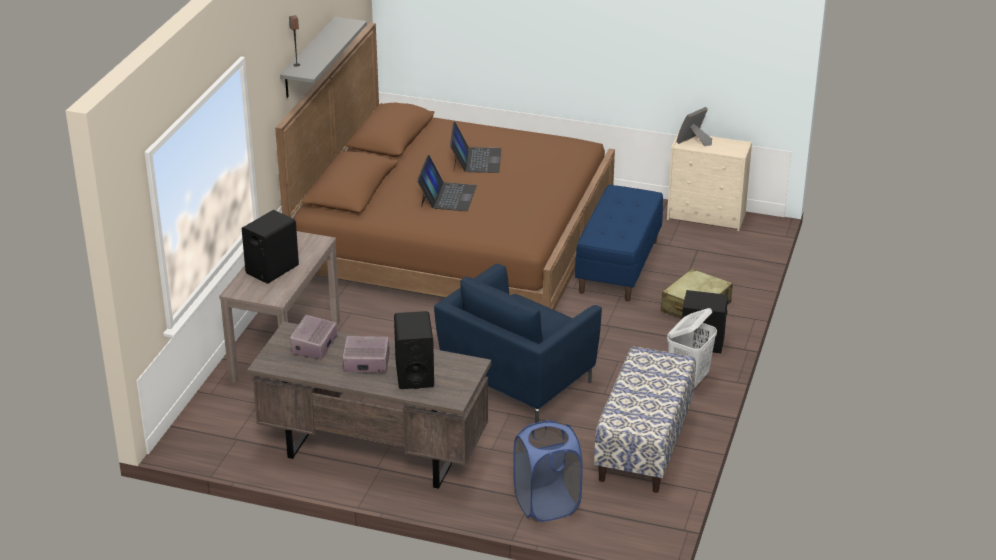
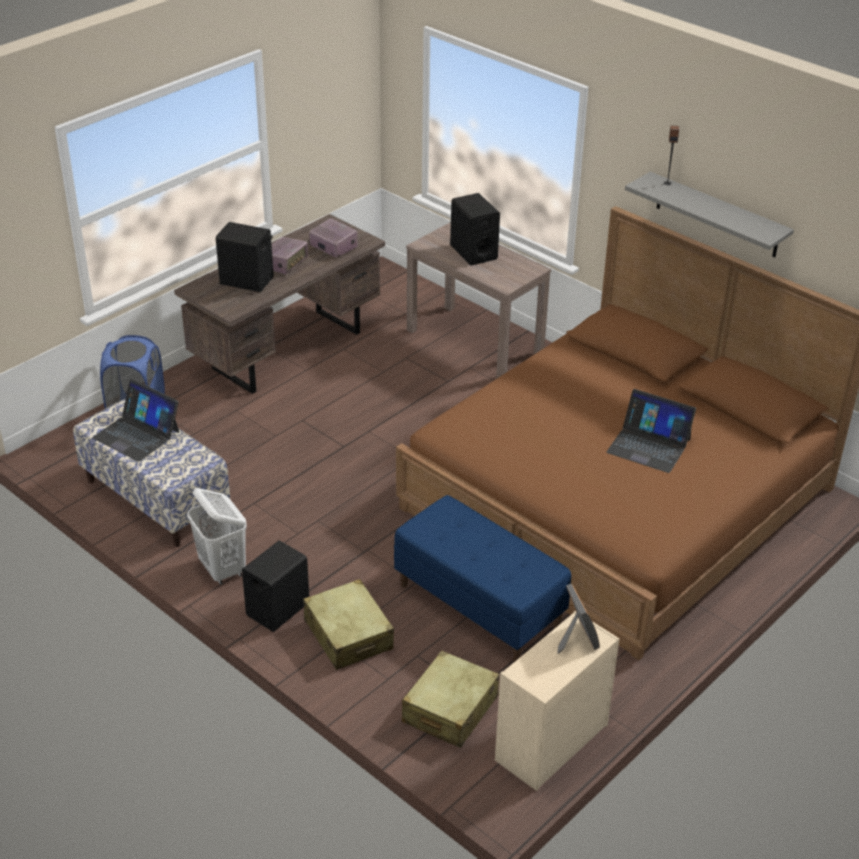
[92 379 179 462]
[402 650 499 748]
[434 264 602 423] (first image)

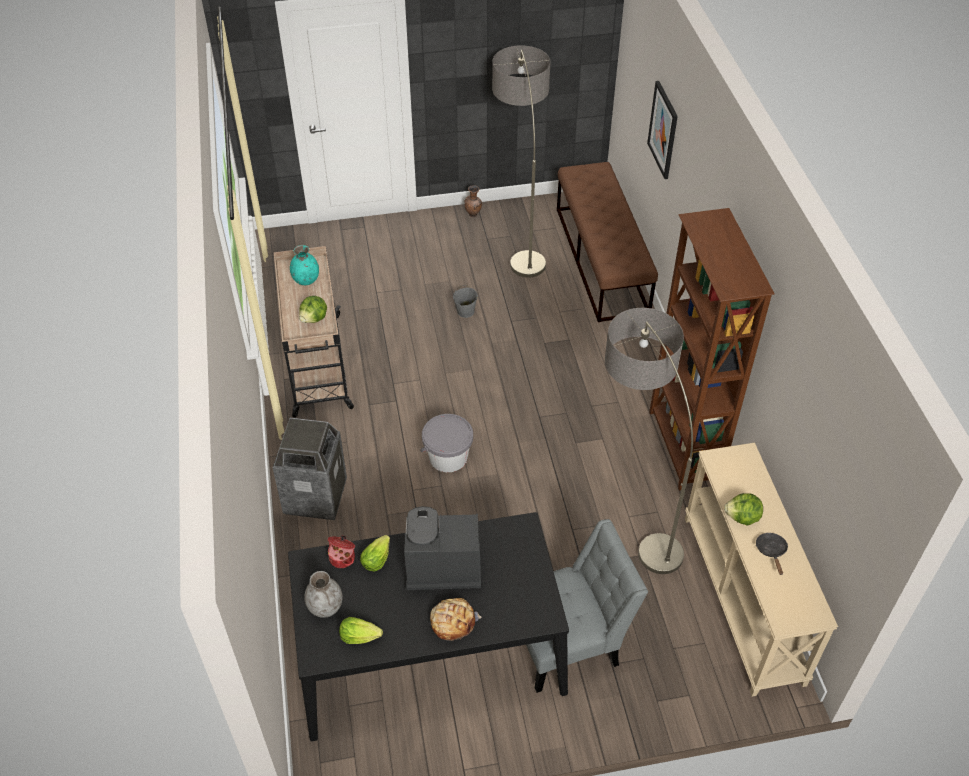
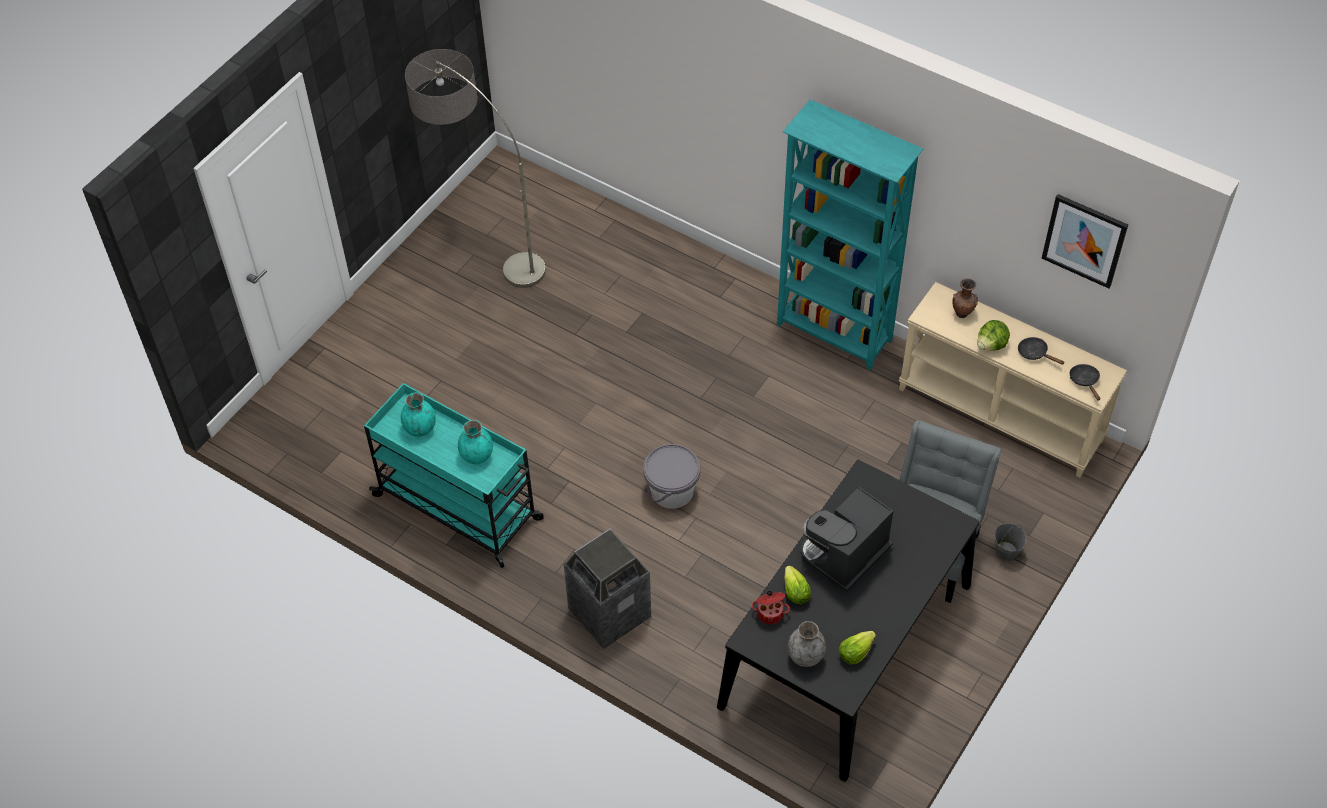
[364 383 544 568]
[458 420 493 464]
[777 99 923 370]
[952 278 978 318]
[995 523 1026 561]
[1042 194 1128 288]
[1069 364 1100 401]
[430 598 481 641] (first image)
[557 162 658 322] (first image)
[605 308 693 574] (first image)

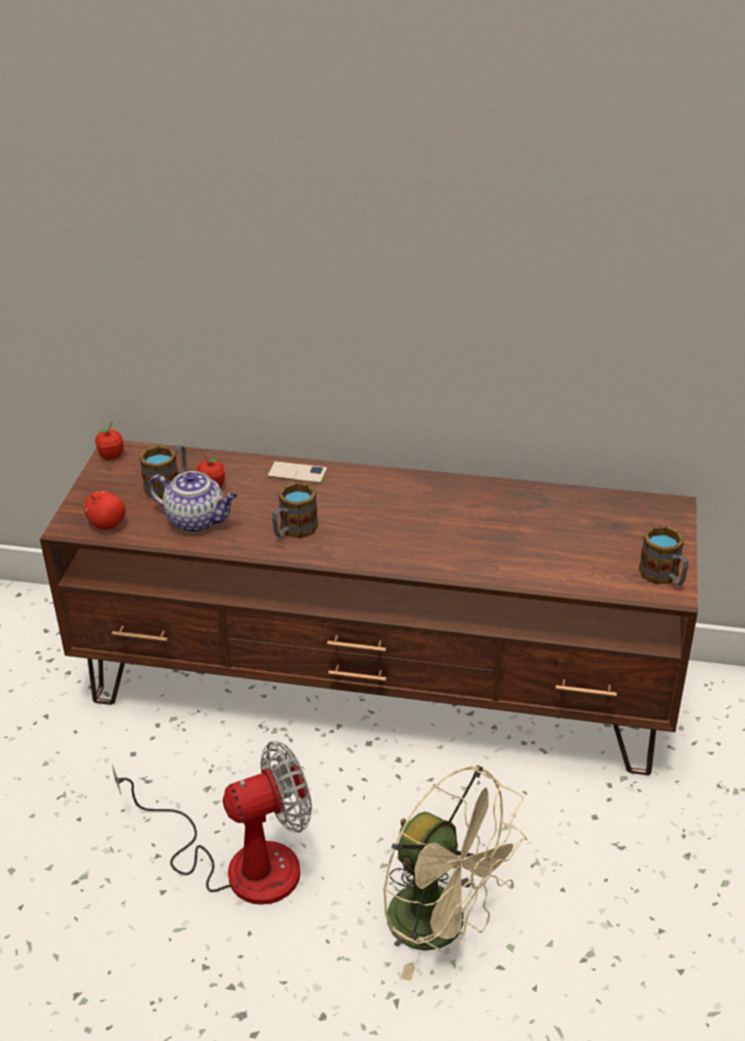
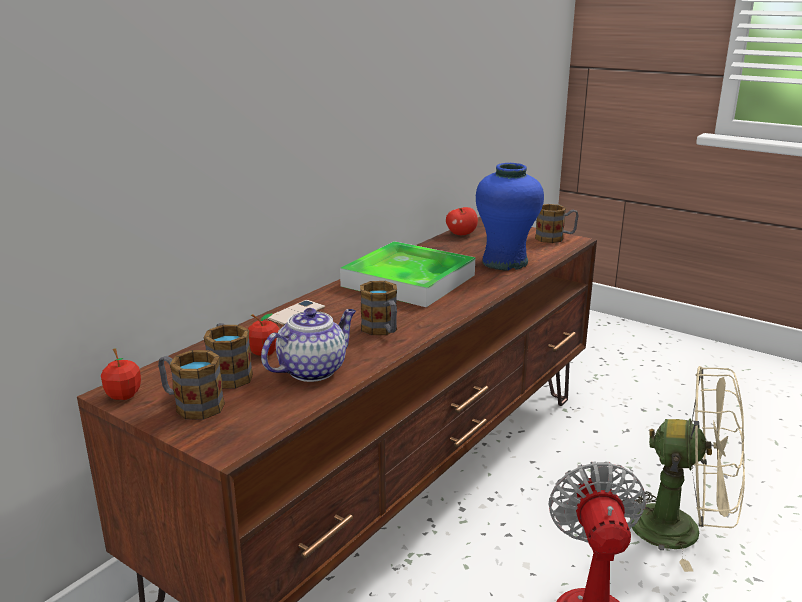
[158 350 225 420]
[340 241 475 307]
[446 207 478 235]
[476 163 544 271]
[622 366 745 572]

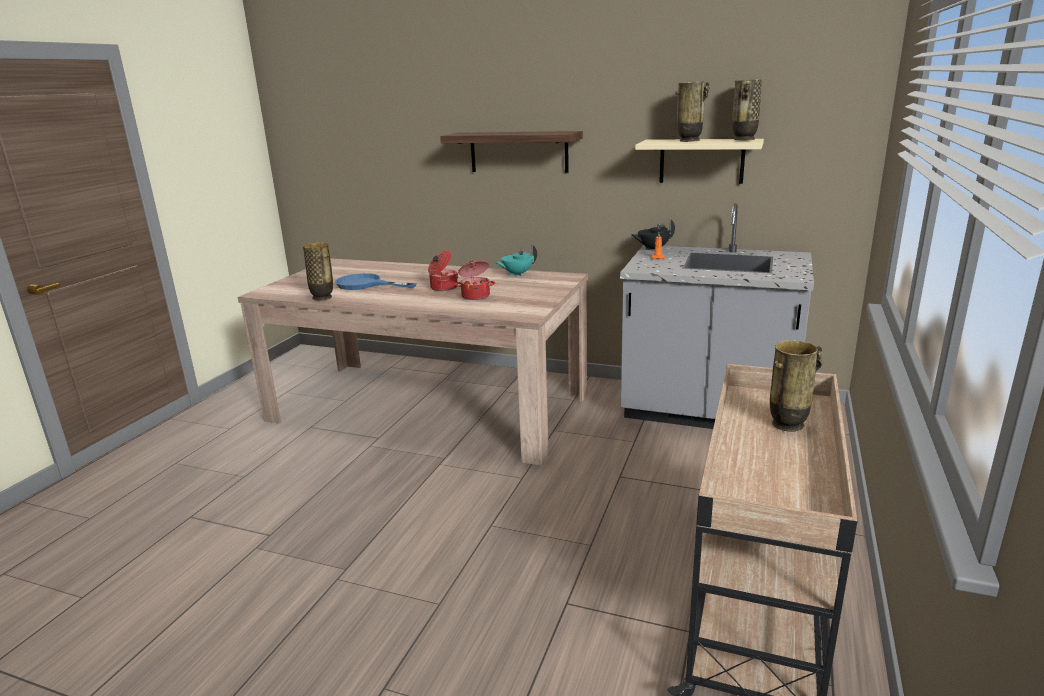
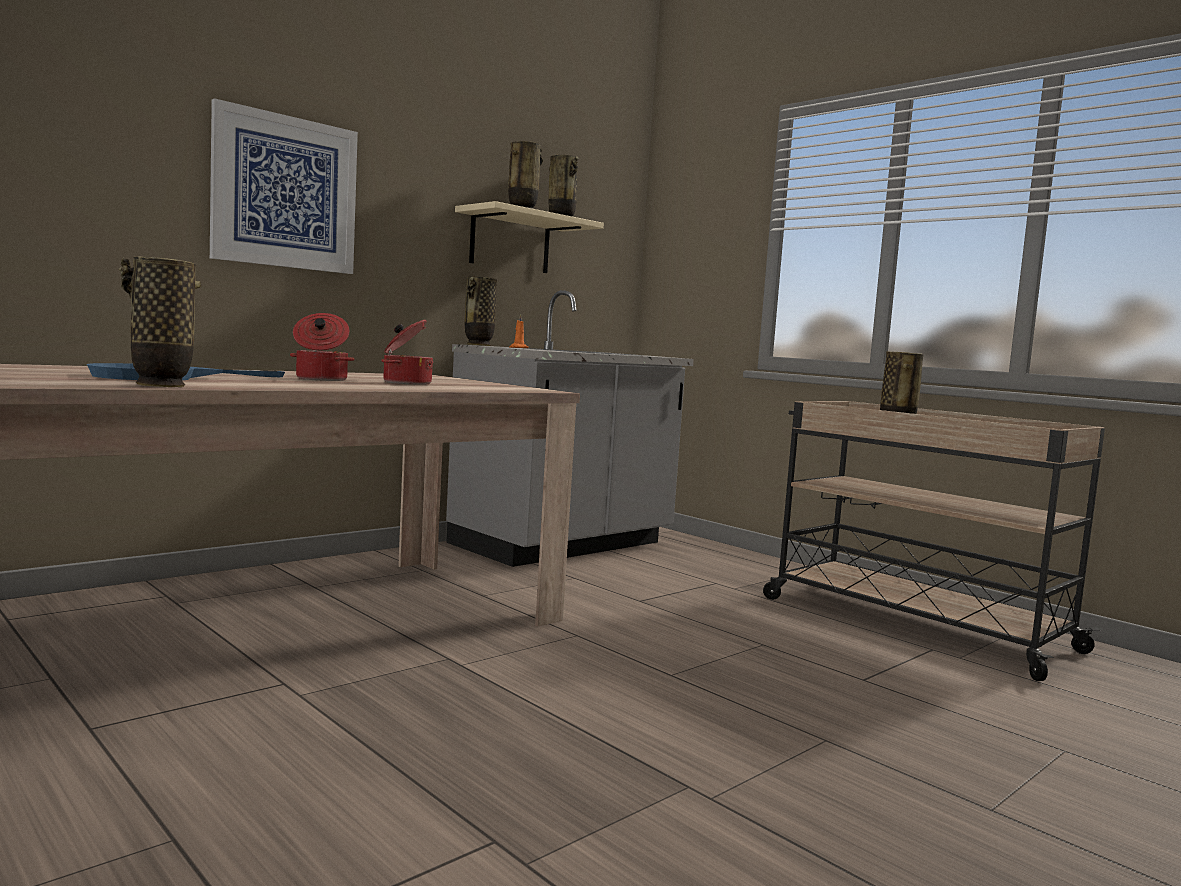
[210 98 358 274]
[465 277 497 346]
[494 244 537 276] (first image)

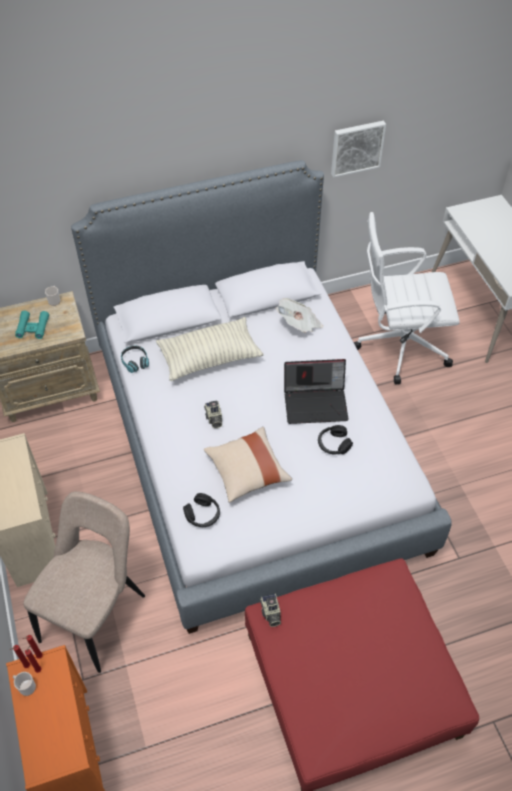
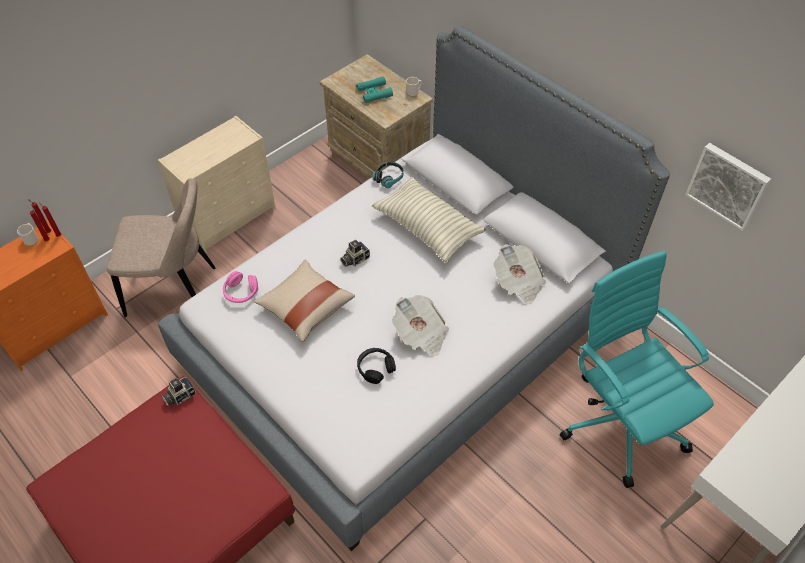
[223 271 258 303]
[392 295 449 356]
[560 251 714 488]

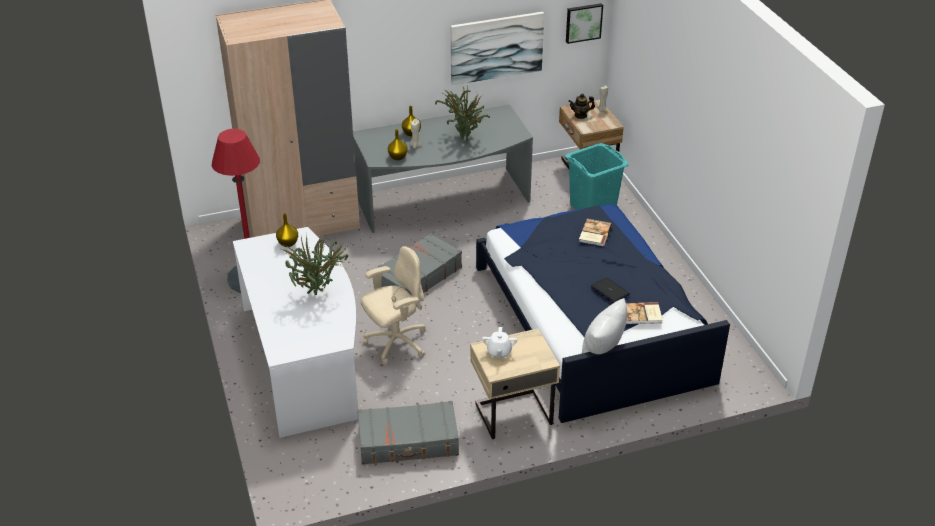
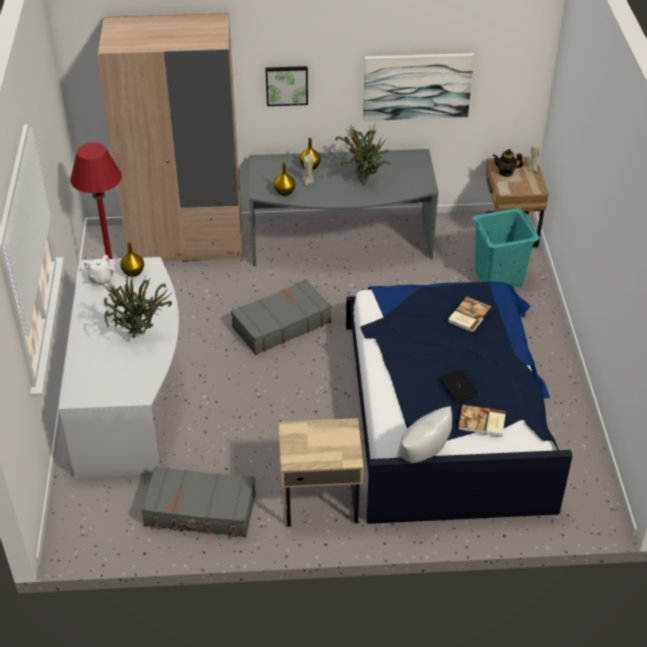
[84 255 115 285]
[266 66 308 106]
[361 246 426 365] (first image)

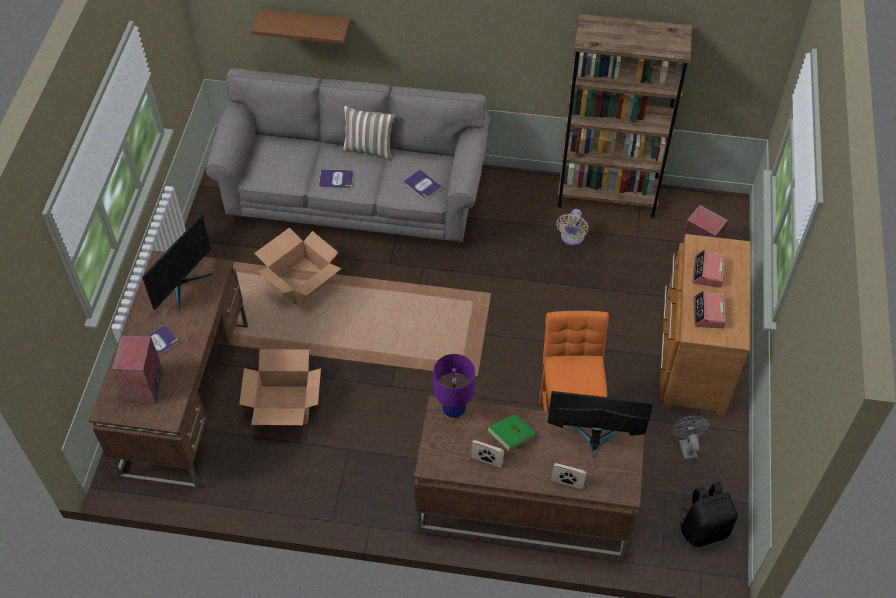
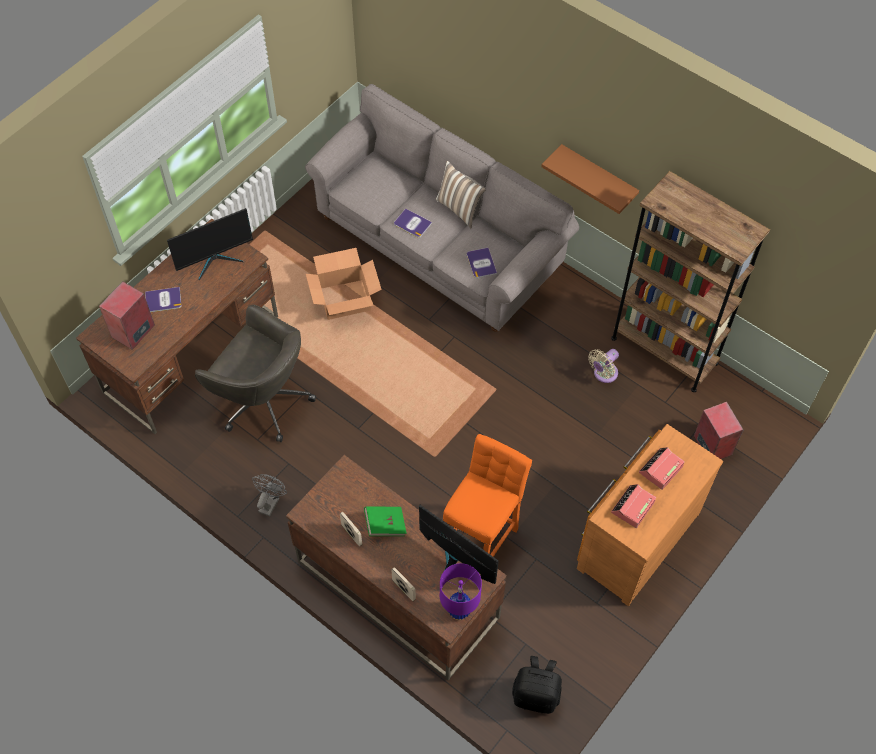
[195 304 316 442]
[252 474 287 517]
[440 563 482 620]
[541 144 639 214]

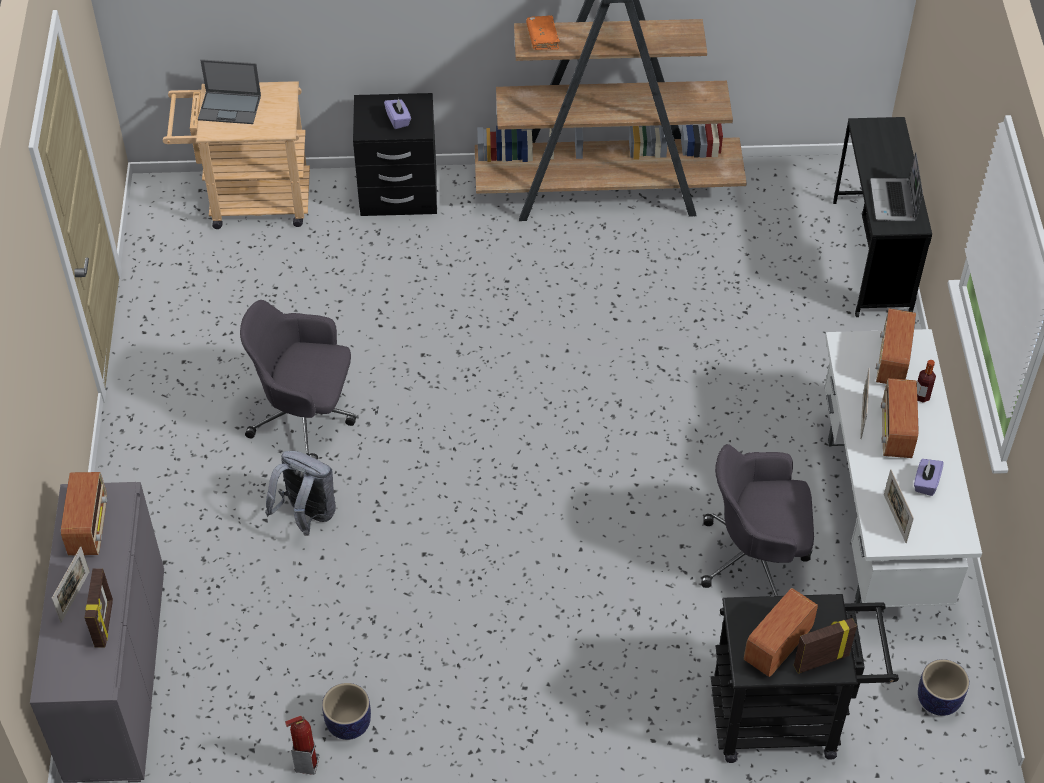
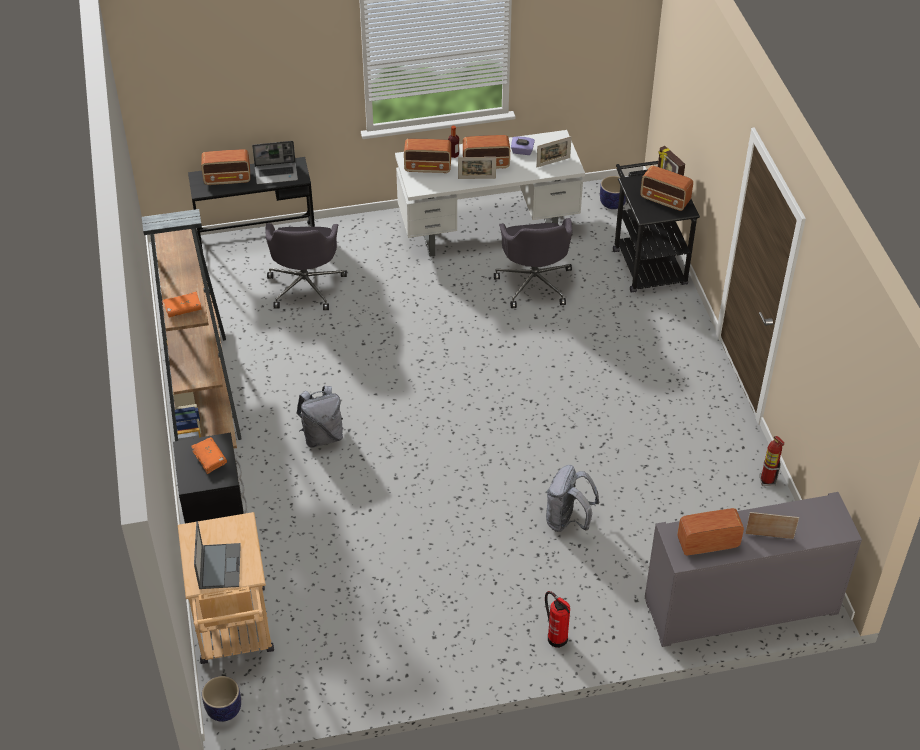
[191 437 227 474]
[201 149 250 185]
[202 676 241 722]
[265 223 347 310]
[296 386 343 448]
[545 591 570 648]
[84 569 113 648] (first image)

